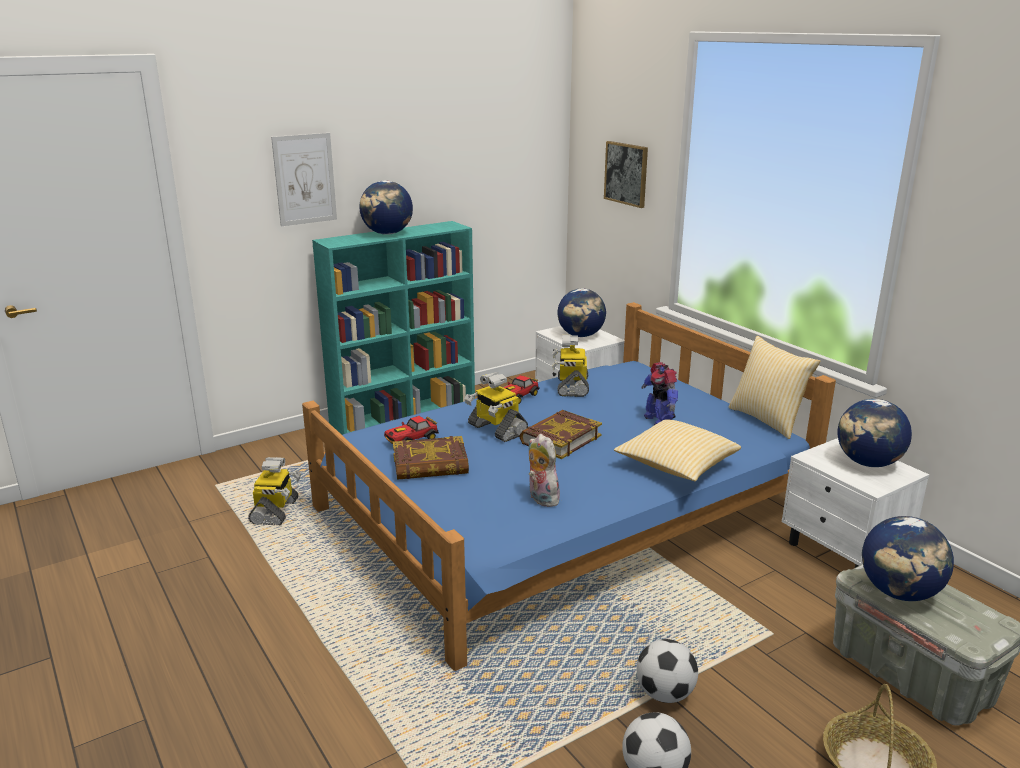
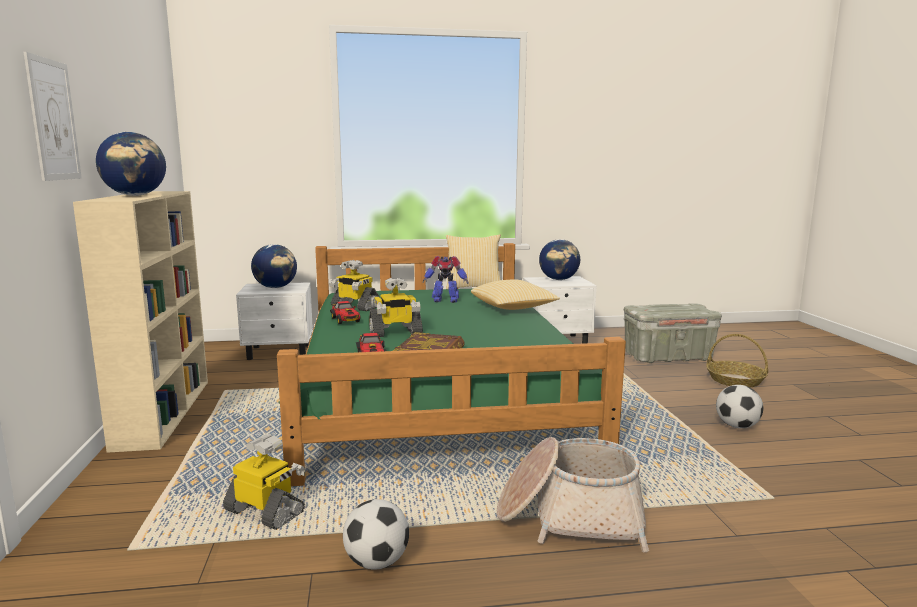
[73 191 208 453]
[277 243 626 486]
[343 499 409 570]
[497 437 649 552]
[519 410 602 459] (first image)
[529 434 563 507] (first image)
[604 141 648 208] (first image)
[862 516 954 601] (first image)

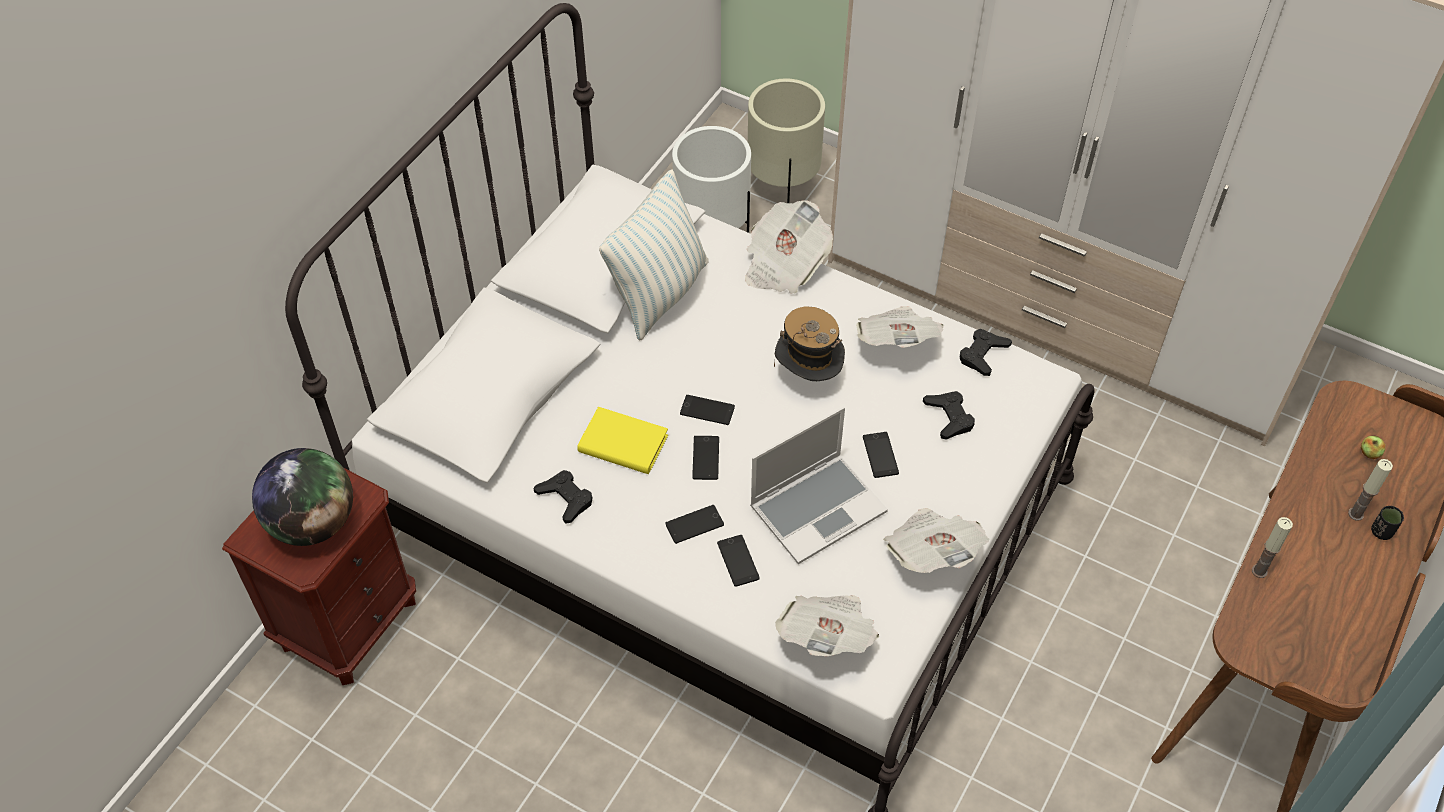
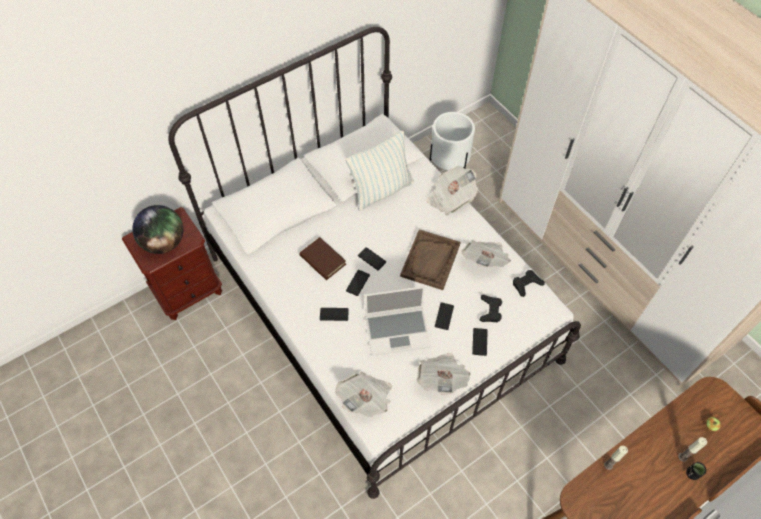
[299 237 346 280]
[400 230 460 290]
[472 328 488 356]
[533 470 593 524] (first image)
[748 79 825 203] (first image)

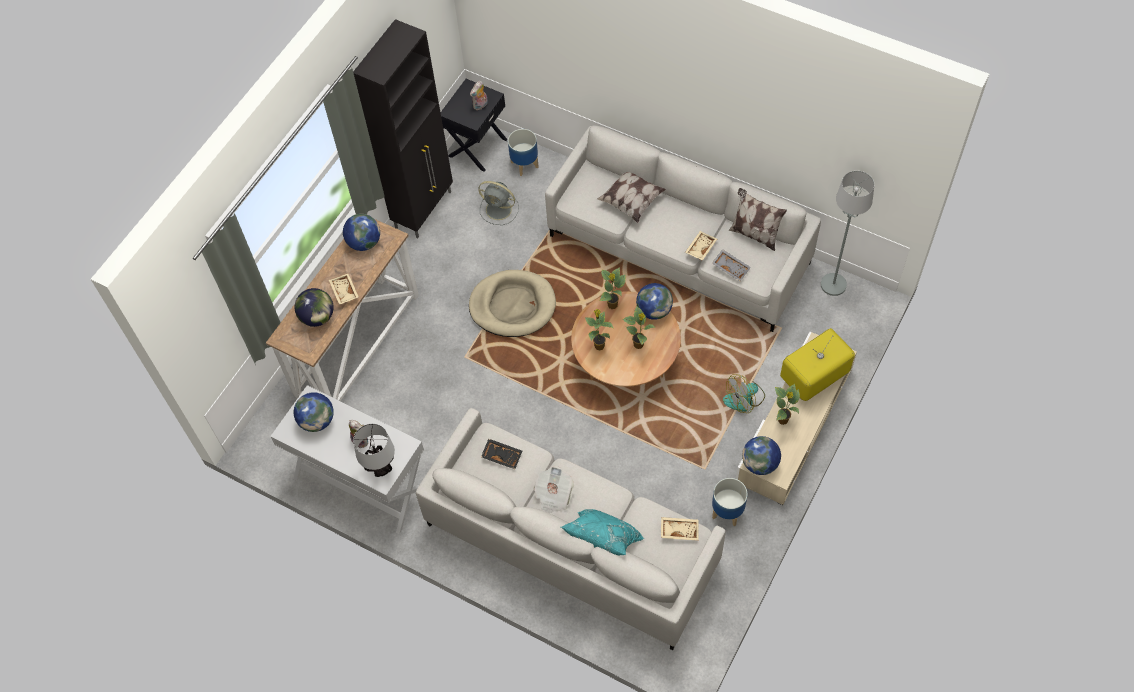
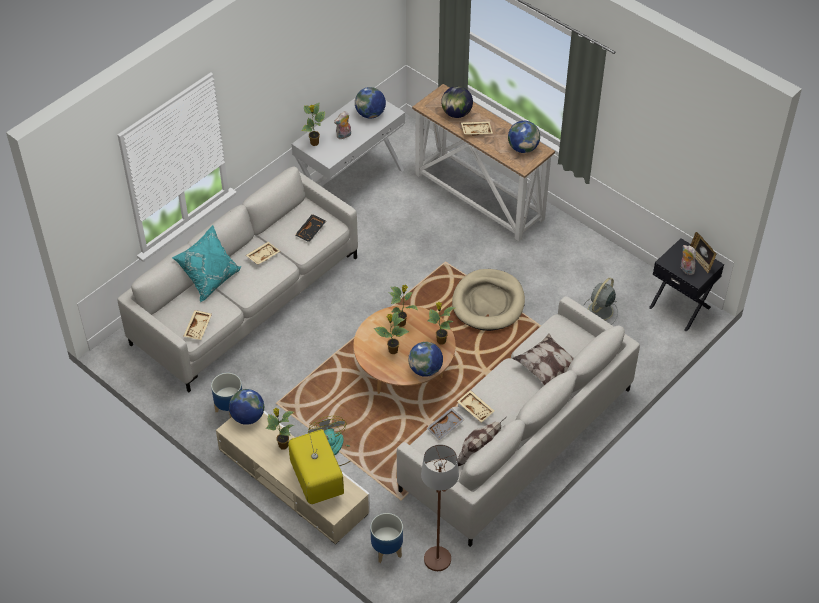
[246 242 280 265]
[301 103 325 146]
[370 513 403 563]
[421 444 459 571]
[690 232 717 273]
[353 19 453 238] (first image)

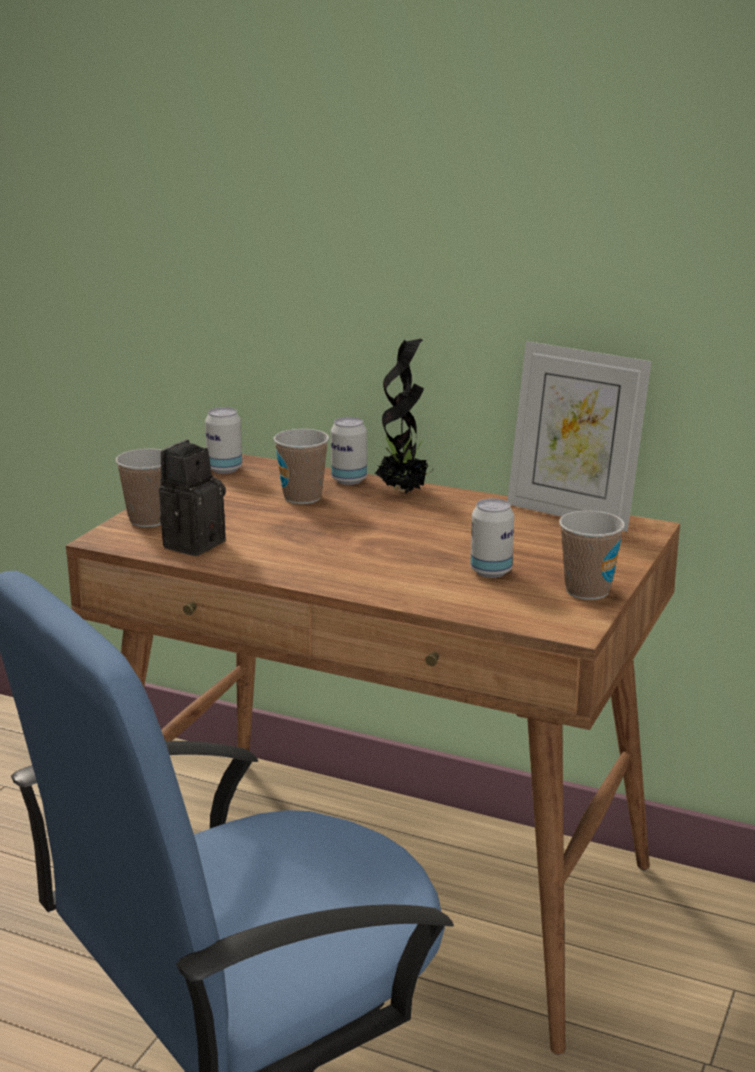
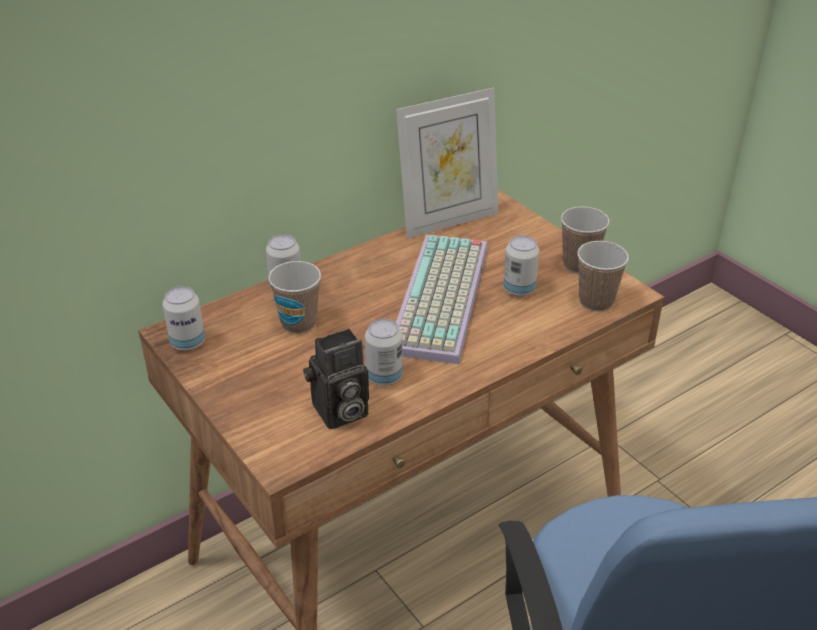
[303 328 369 429]
[365 319 403 386]
[396 235 488 364]
[577 241 629 311]
[375 339 433 493] (first image)

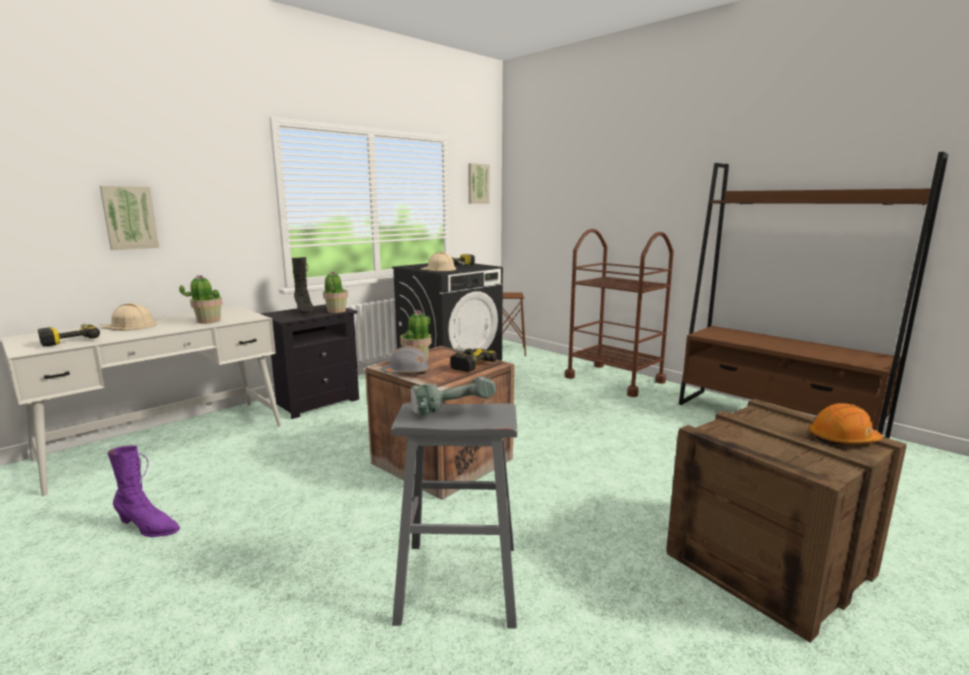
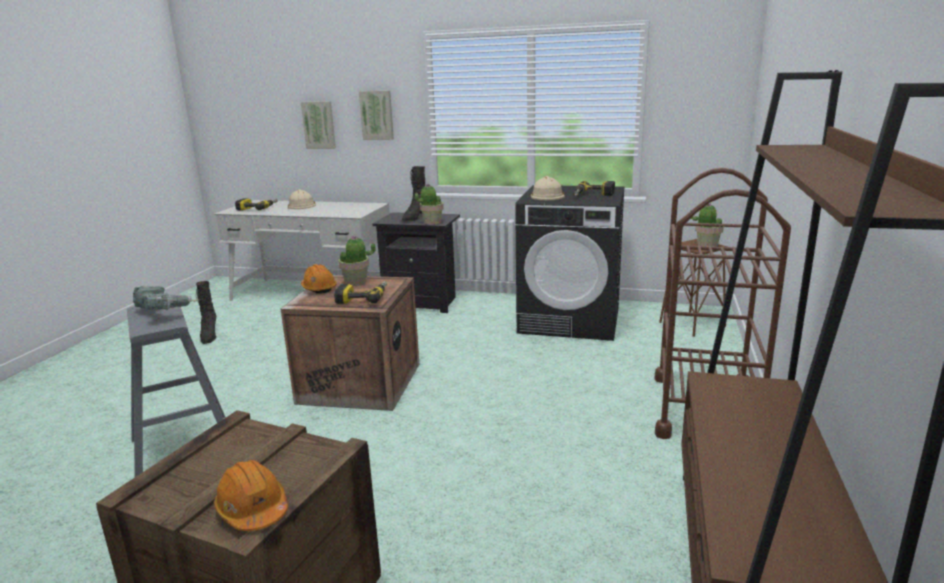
[196 281 216 344]
[301 264 337 294]
[359 90 394 140]
[691 203 723 247]

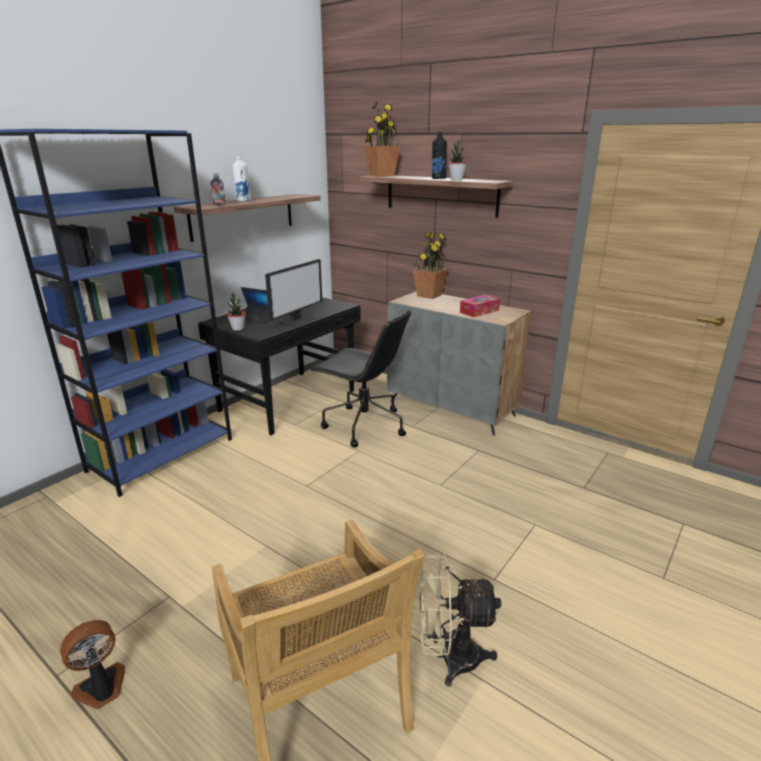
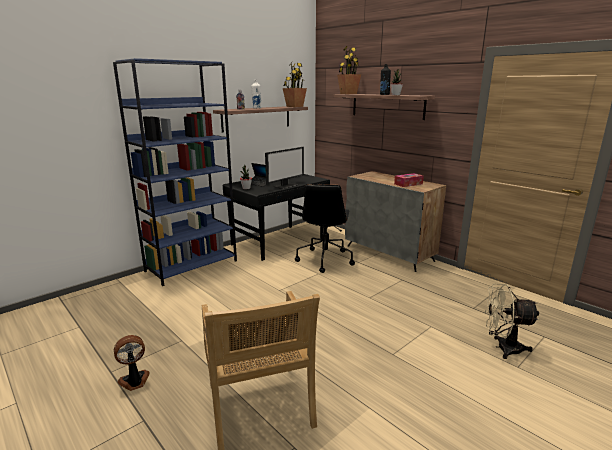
[283 63 307 107]
[295 184 355 273]
[485 284 540 359]

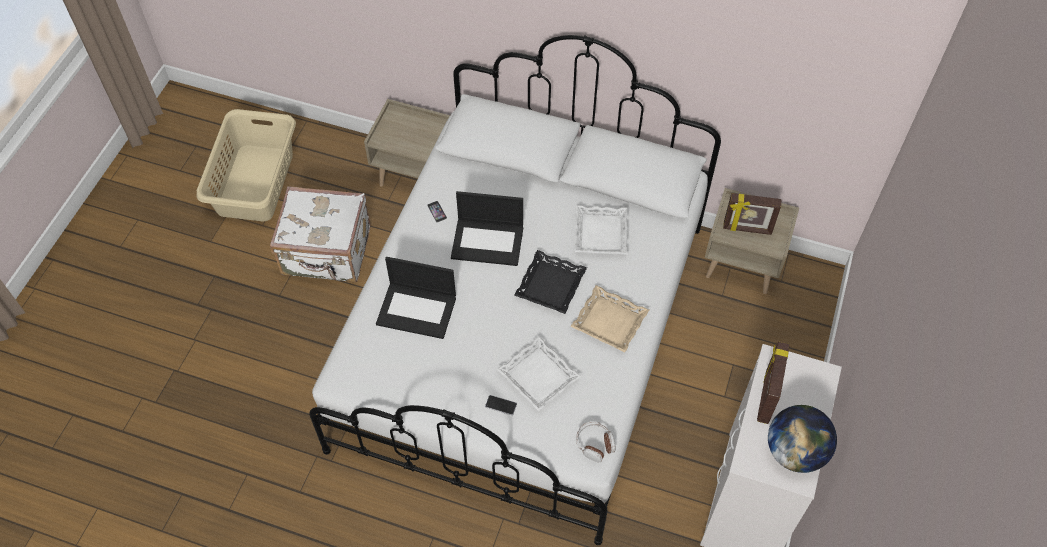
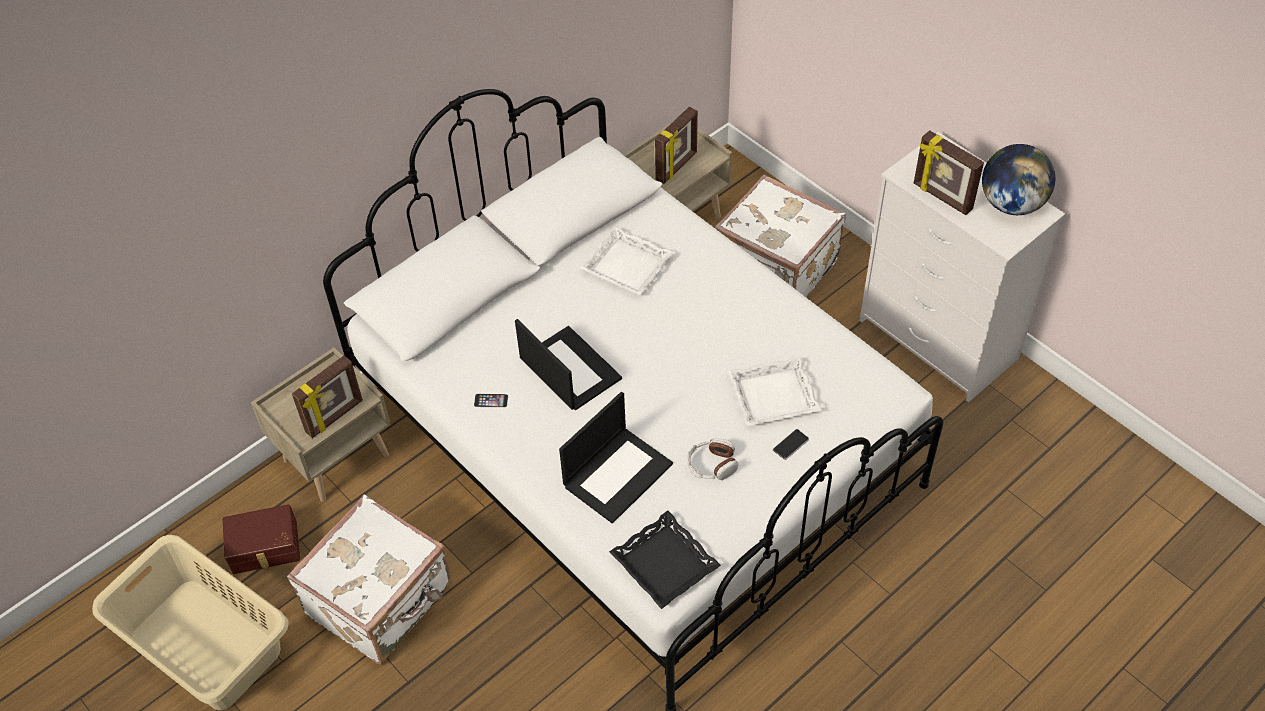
[222 504 300 574]
[292 356 363 438]
[515 319 622 410]
[609 511 721 609]
[687 438 738 480]
[715 174 846 298]
[570 285 649 352] (first image)

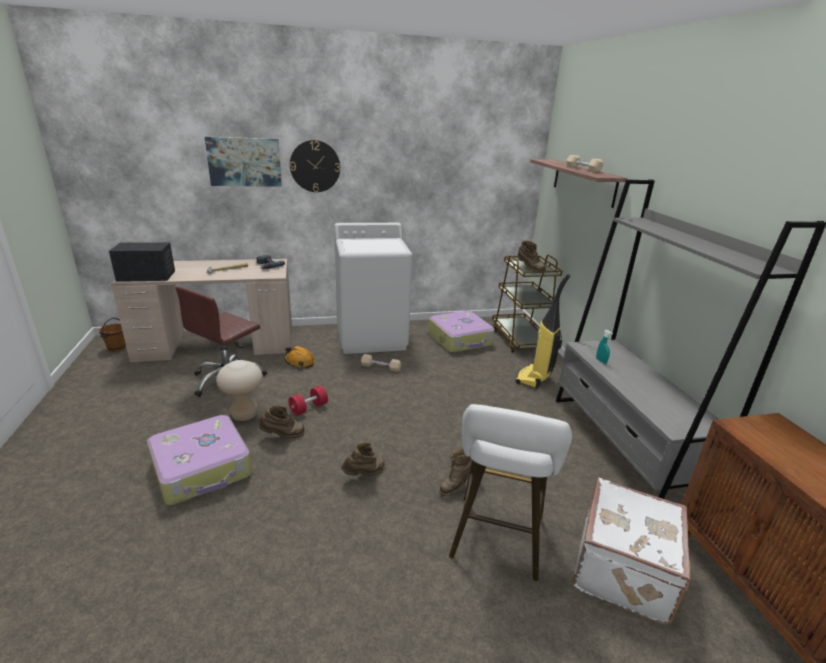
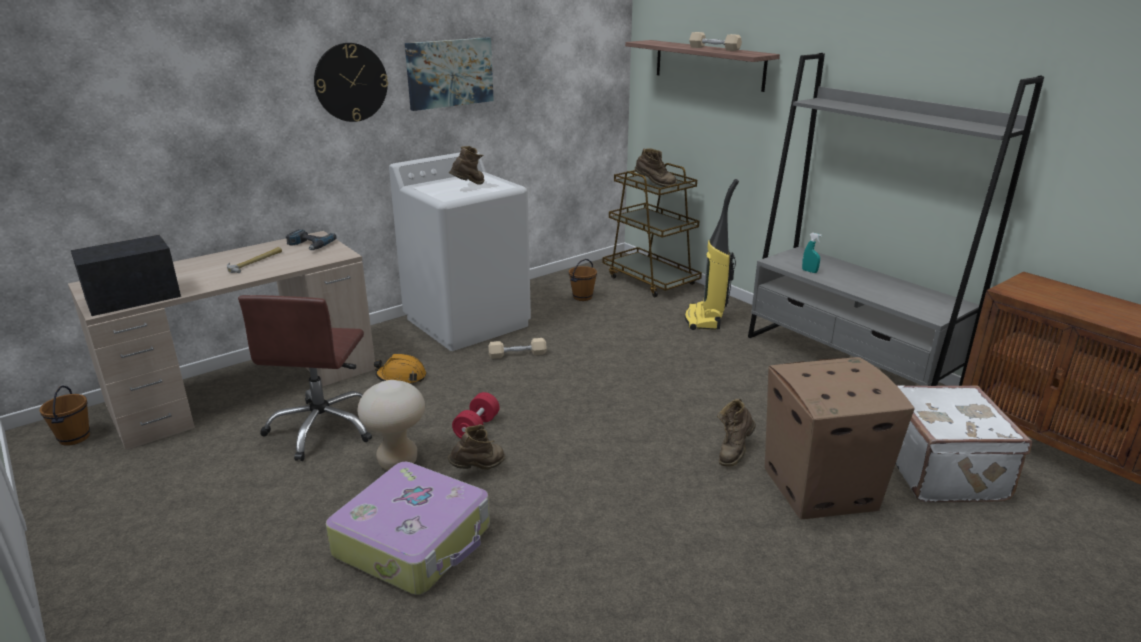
[405 37 494 111]
[449 146 484 185]
[569 259 597 301]
[765 357 915 520]

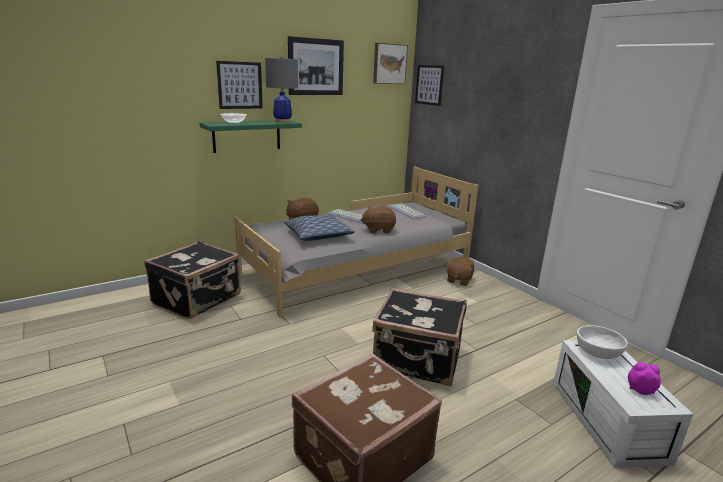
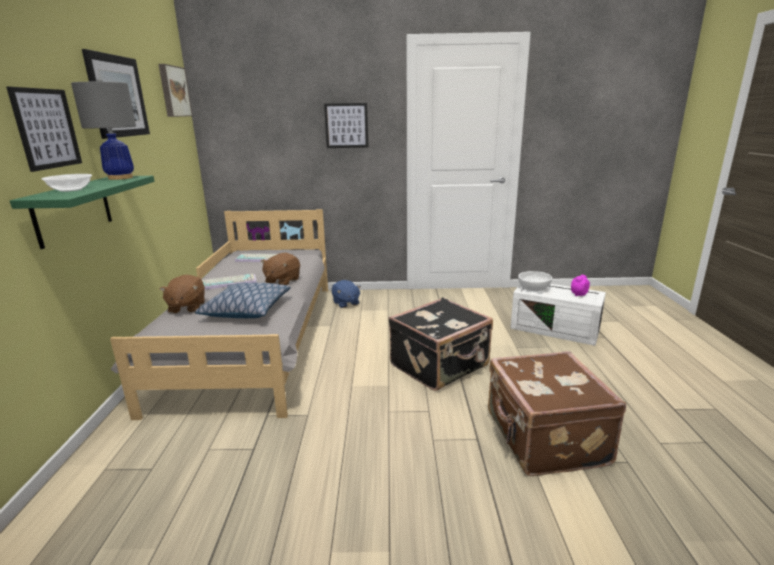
[324 103 368 148]
[332 280 361 308]
[144 241 241 319] (first image)

